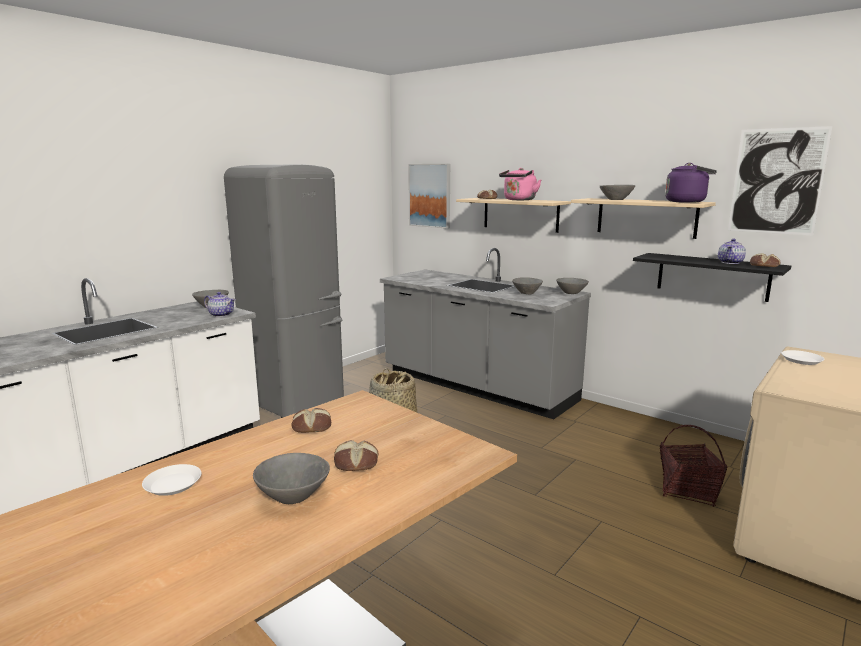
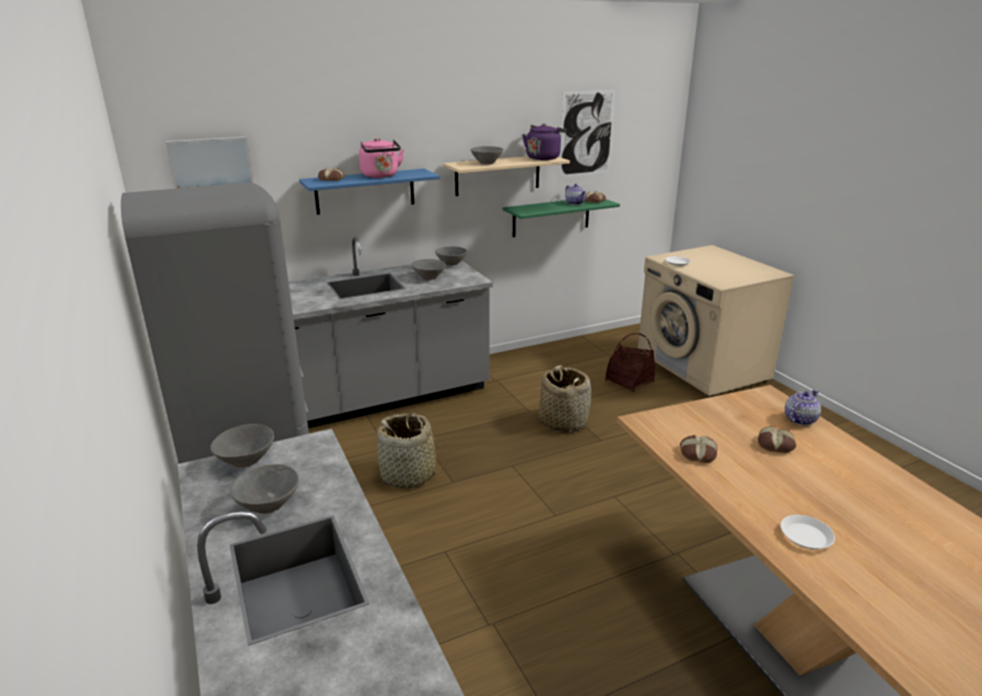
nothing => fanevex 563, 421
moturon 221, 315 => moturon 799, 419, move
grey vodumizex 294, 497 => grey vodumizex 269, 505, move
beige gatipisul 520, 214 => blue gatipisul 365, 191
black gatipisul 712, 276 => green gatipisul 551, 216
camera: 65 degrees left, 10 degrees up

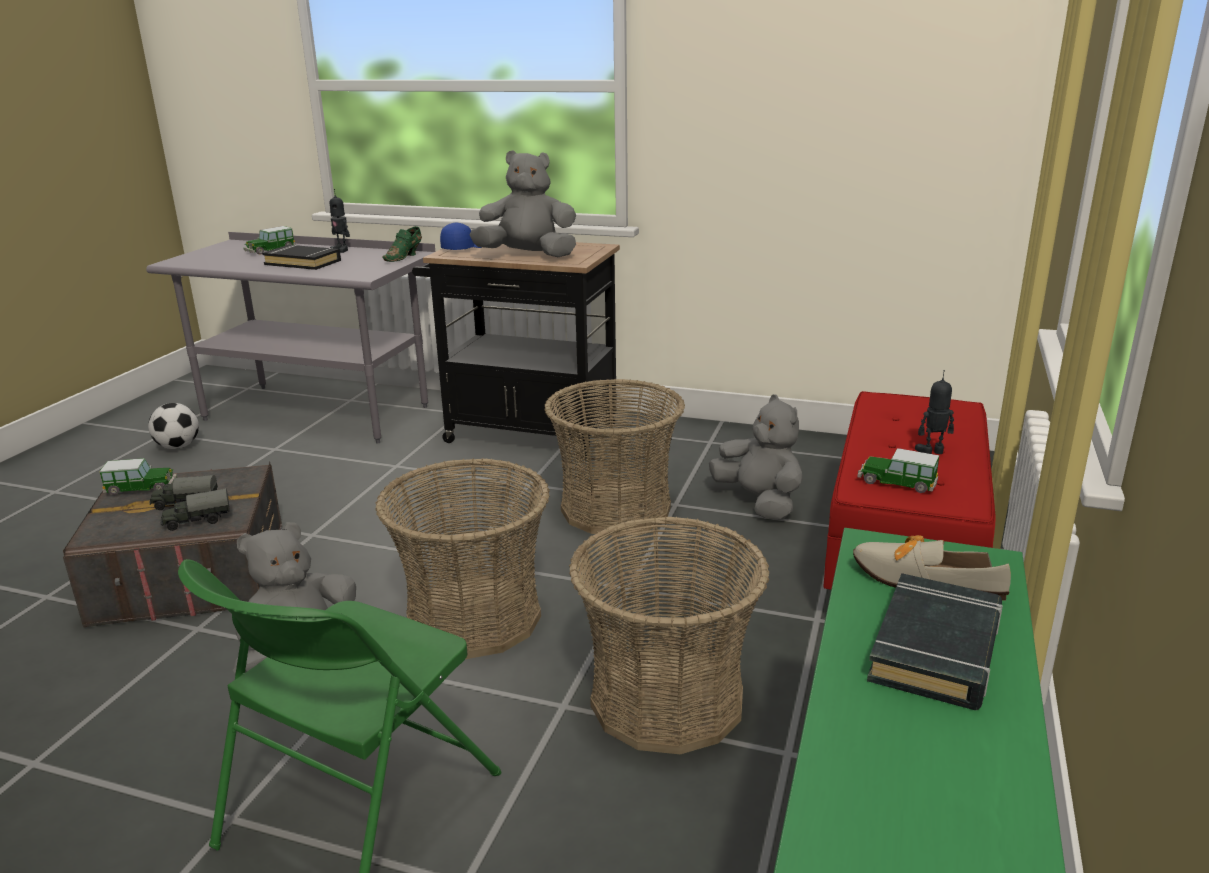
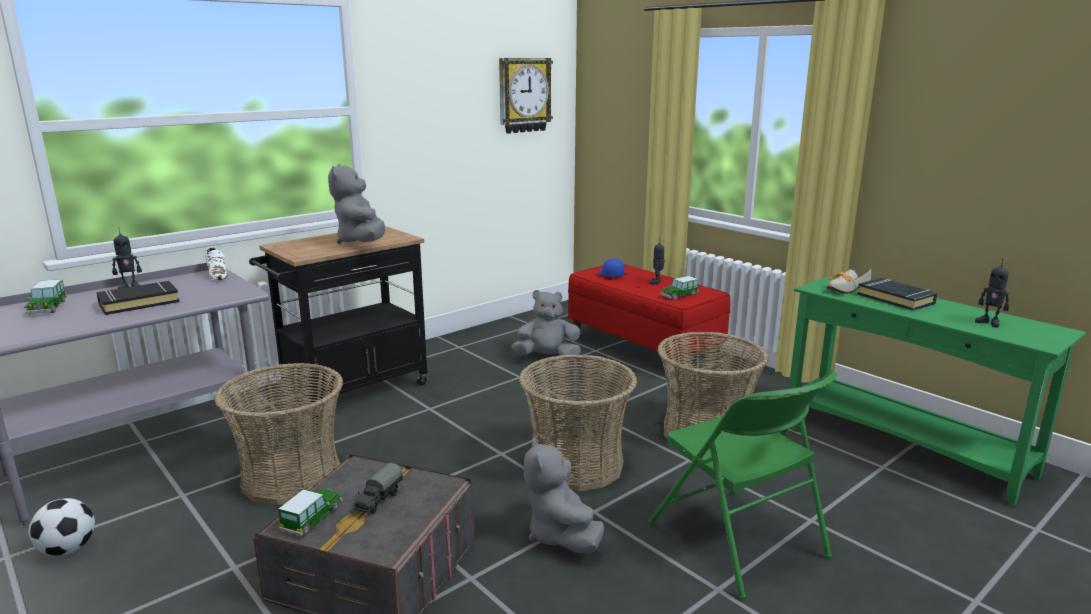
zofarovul 197, 521 => nothing
nothing => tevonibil 524, 95
nothing => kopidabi 989, 323
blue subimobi 462, 248 => blue subimobi 610, 275, move
fanevex 616, 508 => fanevex 291, 477, move
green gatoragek 404, 257 => white gatoragek 217, 275
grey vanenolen 528, 256 => grey vanenolen 362, 243, 45 degrees counterclockwise
camera: 60 degrees left, 5 degrees down

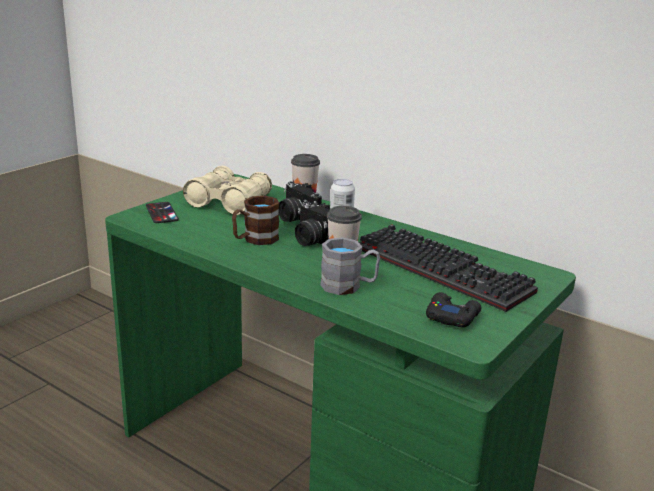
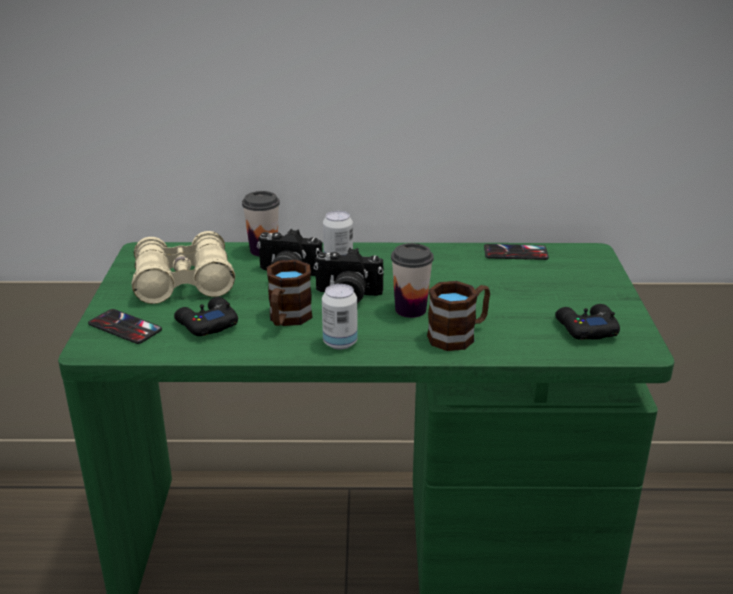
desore 446, 270 => nothing
nothing => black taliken 206, 324
nothing => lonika 340, 343
nothing => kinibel 515, 253
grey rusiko 349, 286 => brown rusiko 459, 335
camera: 35 degrees left, 5 degrees up

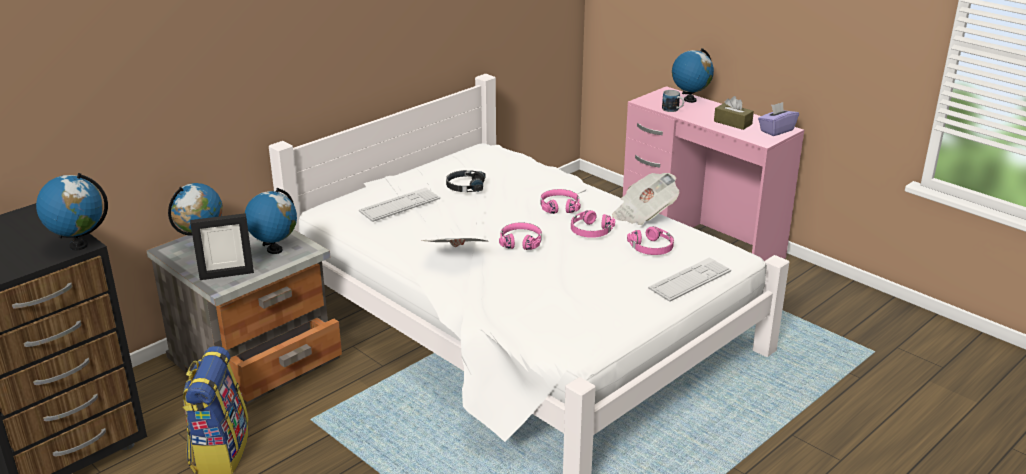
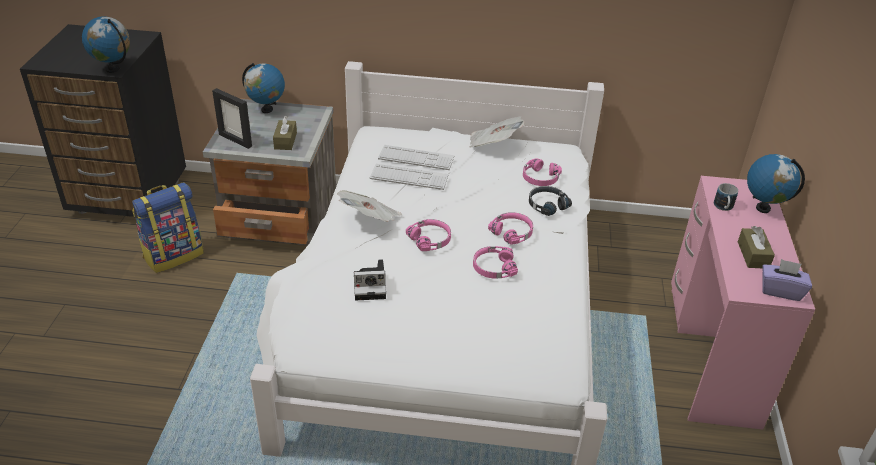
nothing => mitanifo 371, 286
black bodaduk 465, 187 => black bodaduk 547, 205, move
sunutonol 643, 214 => sunutonol 493, 144, move
pink bodaduk 652, 248 => pink bodaduk 540, 178, move
desore 690, 280 => desore 409, 177, move
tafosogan 274, 250 => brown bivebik 285, 141
camera: 50 degrees right, 10 degrees up

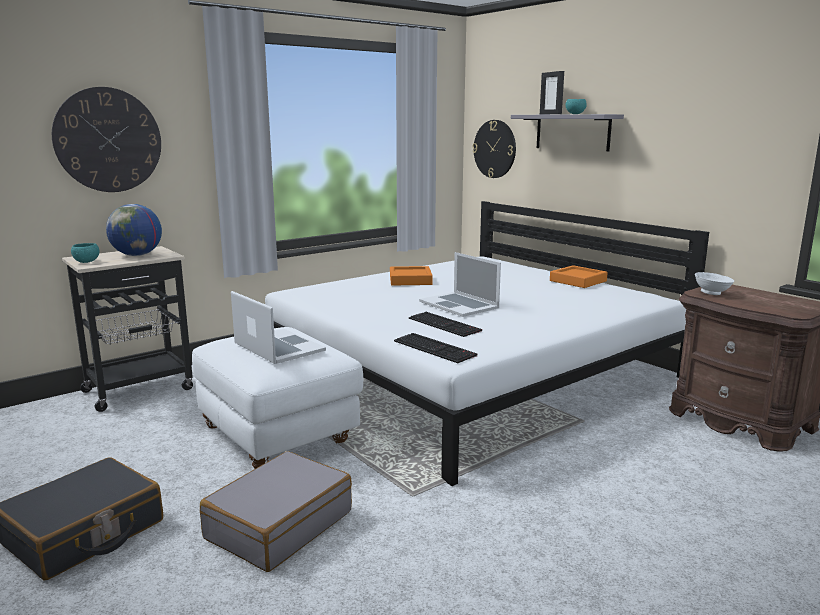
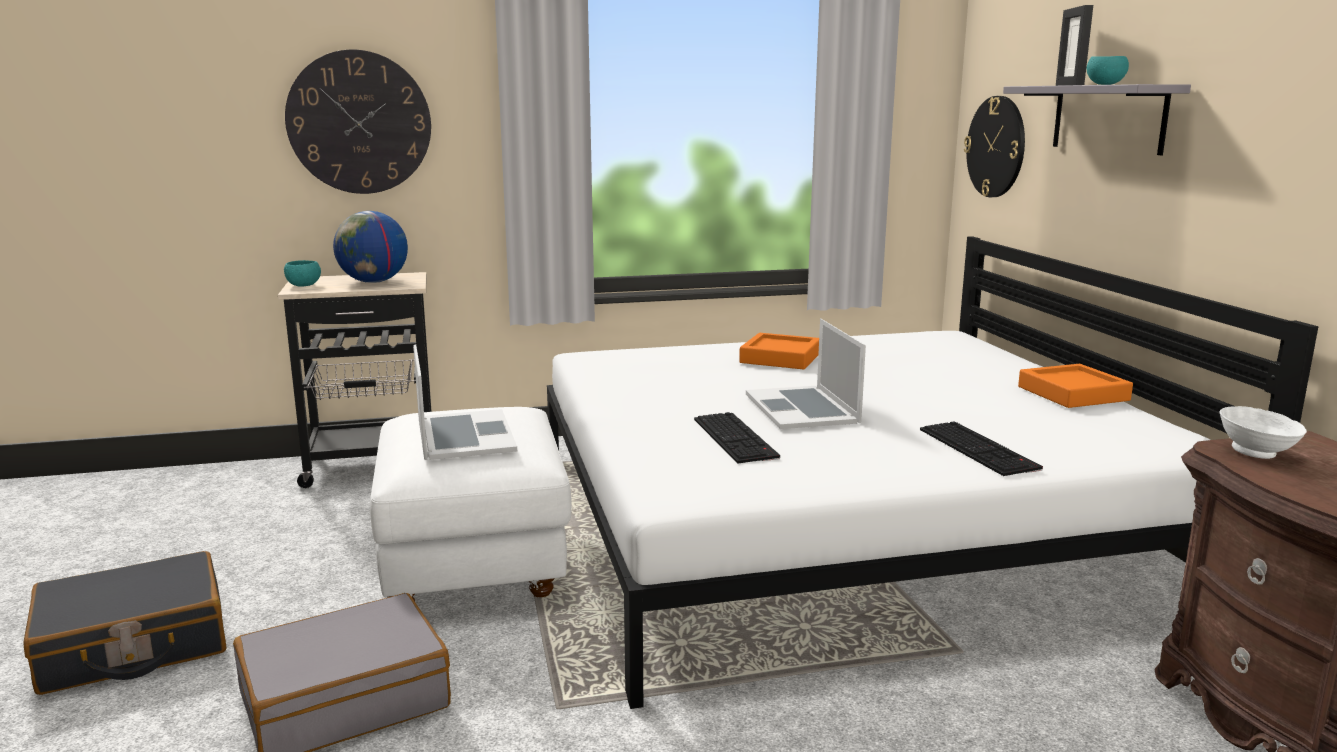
desore 436, 348 => desore 980, 449, move
camera: 25 degrees right, 0 degrees up

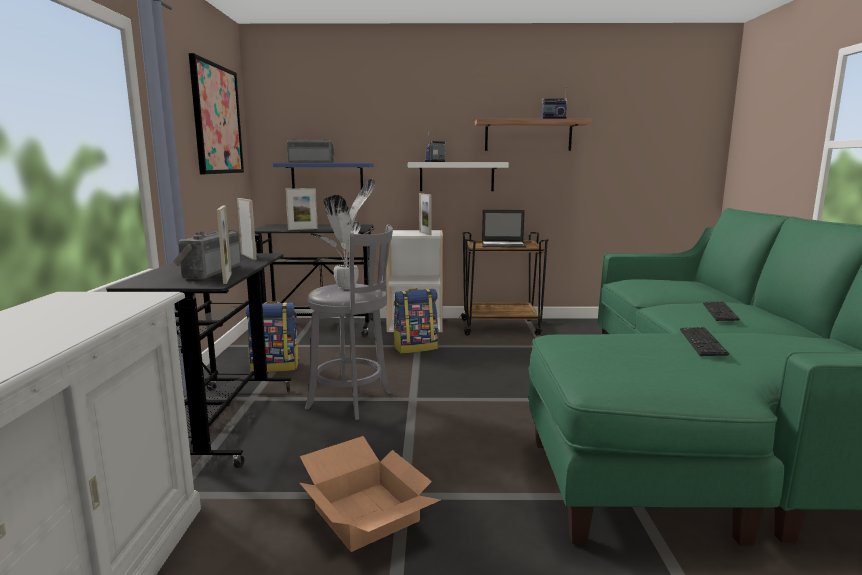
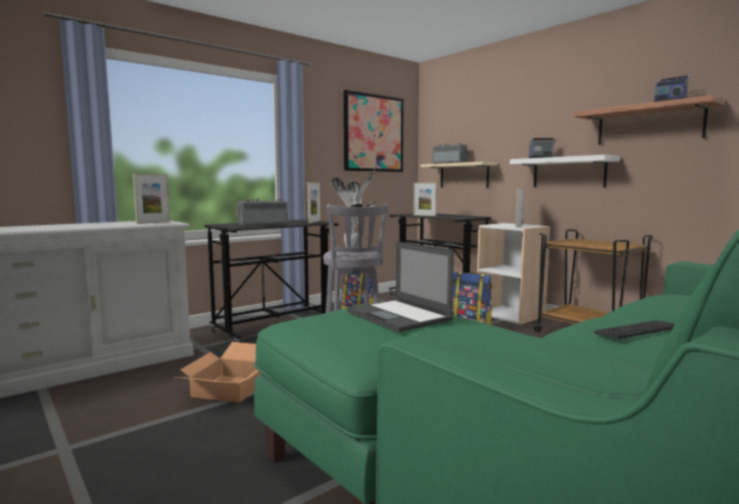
desore 702, 343 => nothing
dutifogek 227, 278 => dutifogek 153, 222, move
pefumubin 504, 245 => pefumubin 399, 316, move
blue gatipisul 327, 177 => beige gatipisul 464, 175
camera: 50 degrees right, 5 degrees down

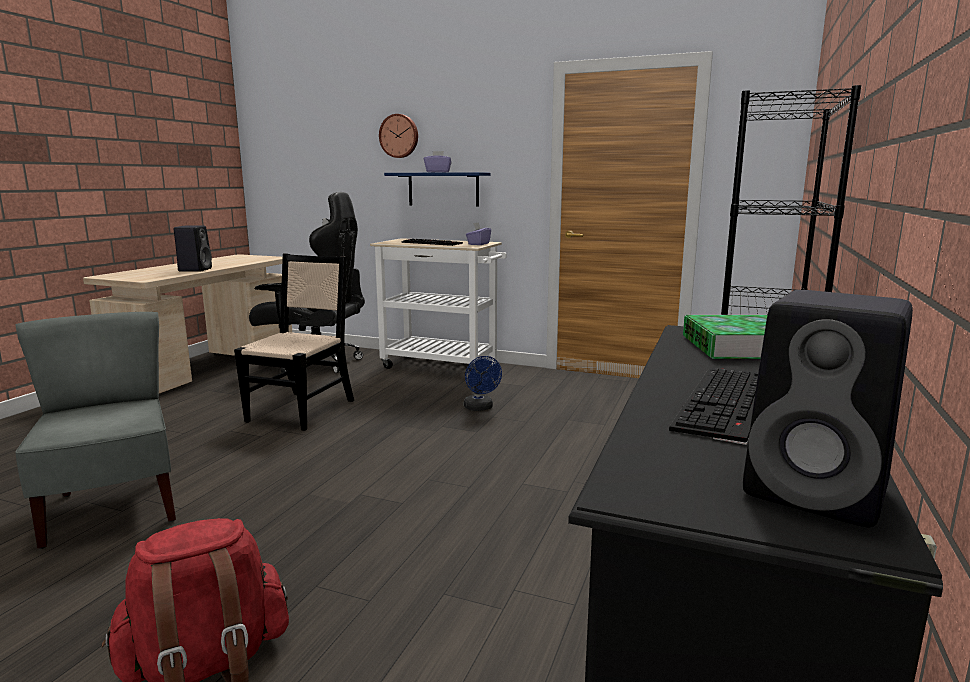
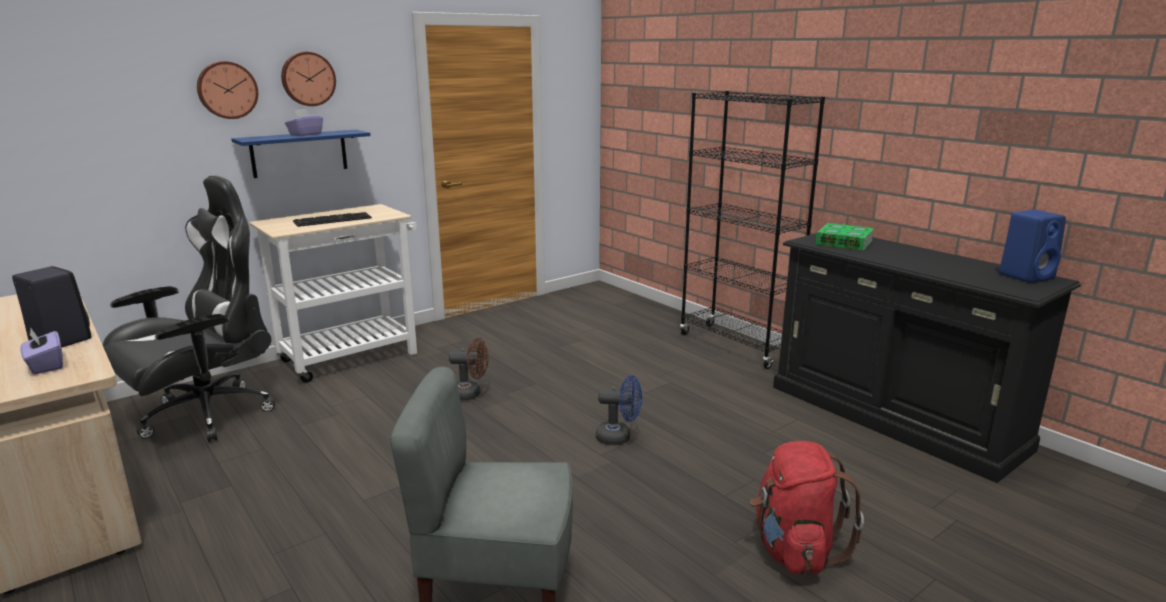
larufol 301, 411 => nothing
desore 727, 404 => nothing
nothing => tevonibil 308, 79
nothing => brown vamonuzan 470, 394
blue vamonuzan 480, 408 => blue vamonuzan 619, 437, move
purple bivebik 478, 244 => purple bivebik 46, 366, move
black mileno 820, 492 => blue mileno 1027, 276
camera: 60 degrees left, 5 degrees up

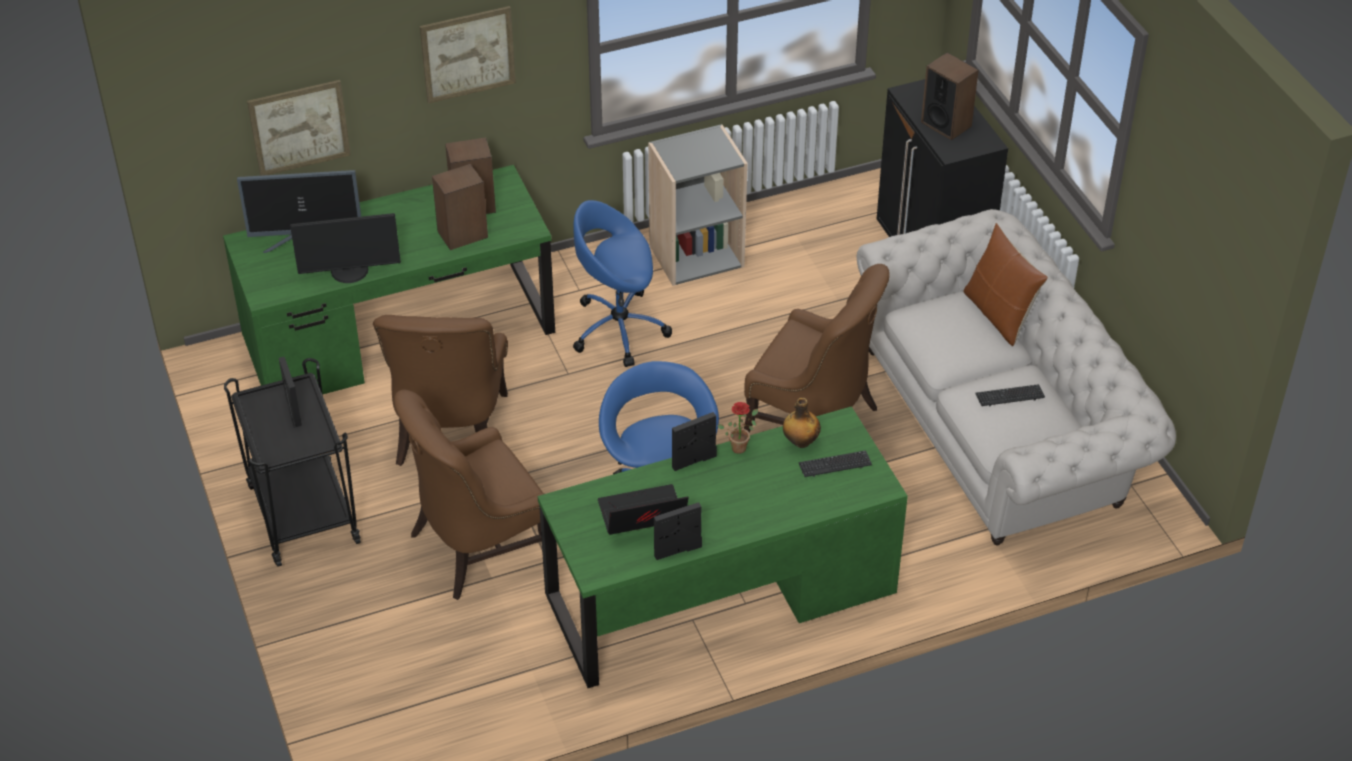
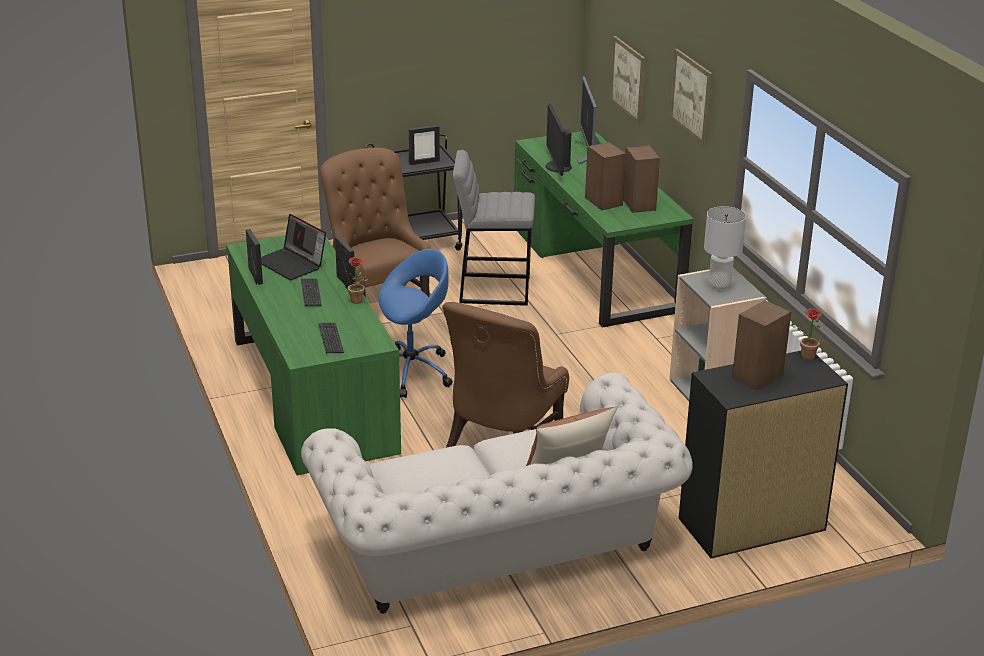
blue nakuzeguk 617, 329 => nothing
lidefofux 800, 441 => nothing
nothing => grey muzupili 719, 286
nothing => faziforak 805, 357
desore 1009, 396 => desore 311, 293, move
brown larufol 450, 430 => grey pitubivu 492, 290
pefumubin 641, 517 => pefumubin 292, 264, 150 degrees clockwise
camera: 90 degrees right, 15 degrees down

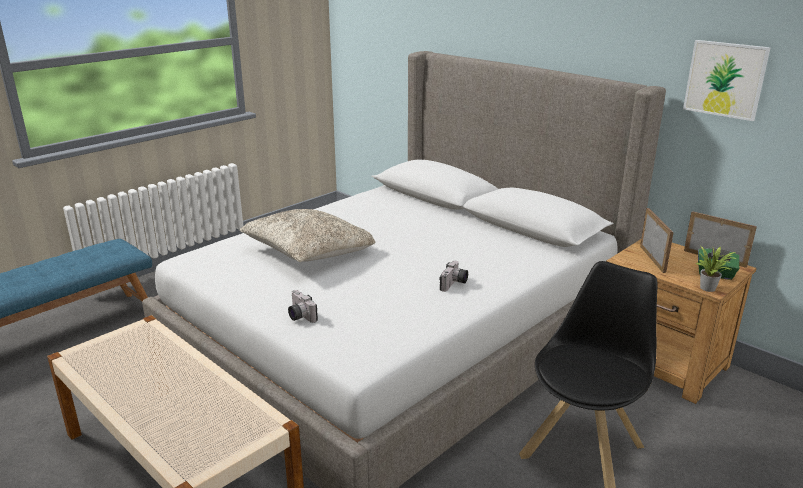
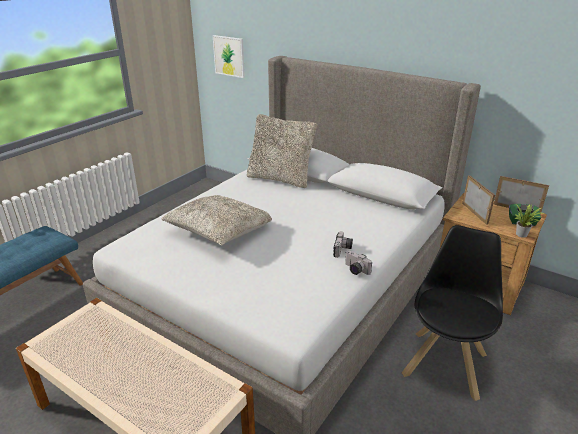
nothing => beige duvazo 281, 177
mitanifo 299, 316 => mitanifo 355, 270, move
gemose 725, 79 => gemose 229, 56, move
camera: 10 degrees left, 5 degrees up

